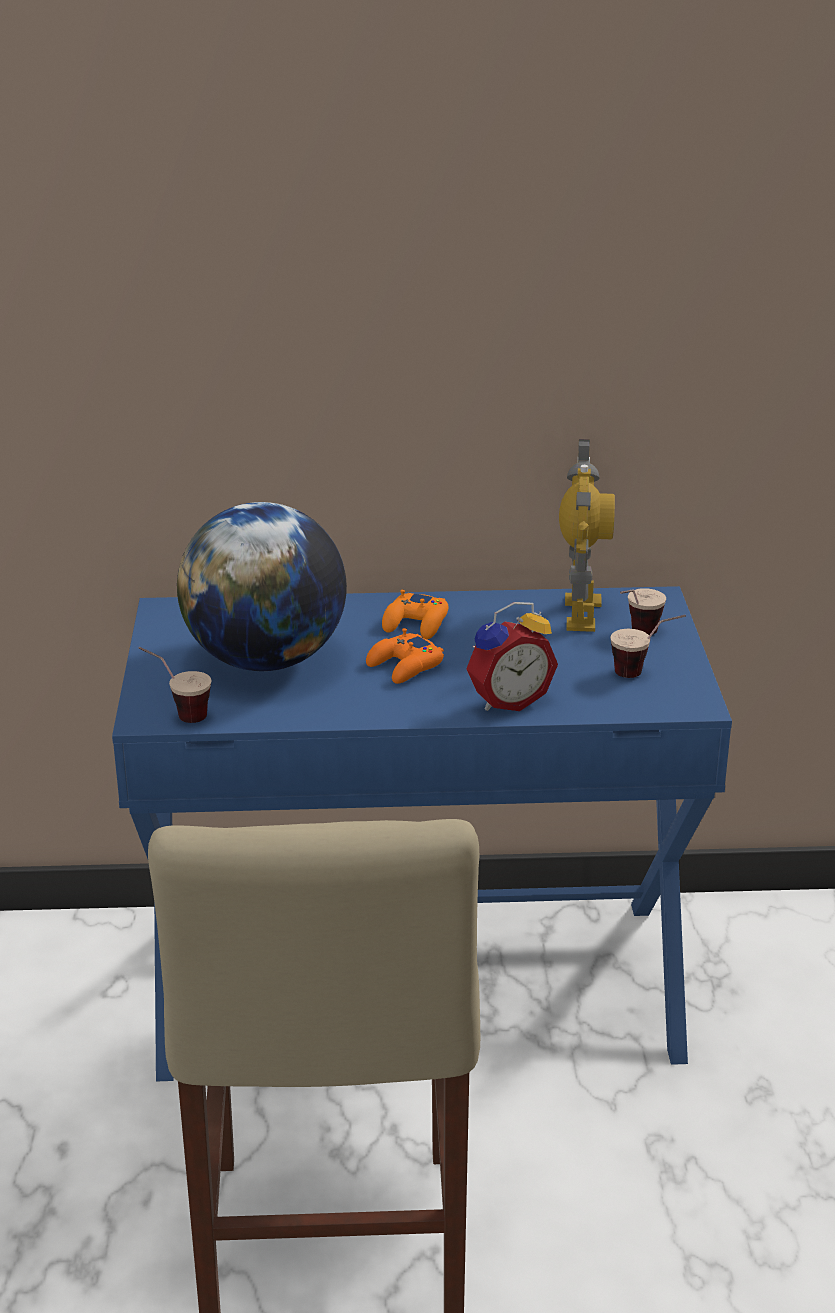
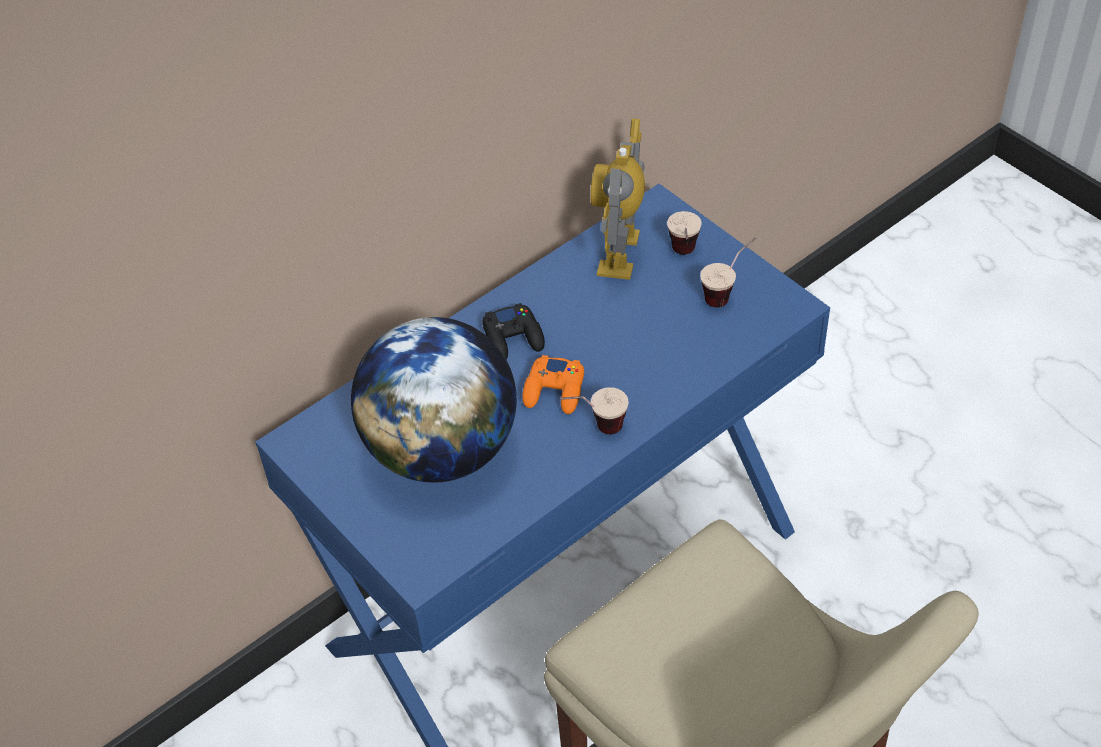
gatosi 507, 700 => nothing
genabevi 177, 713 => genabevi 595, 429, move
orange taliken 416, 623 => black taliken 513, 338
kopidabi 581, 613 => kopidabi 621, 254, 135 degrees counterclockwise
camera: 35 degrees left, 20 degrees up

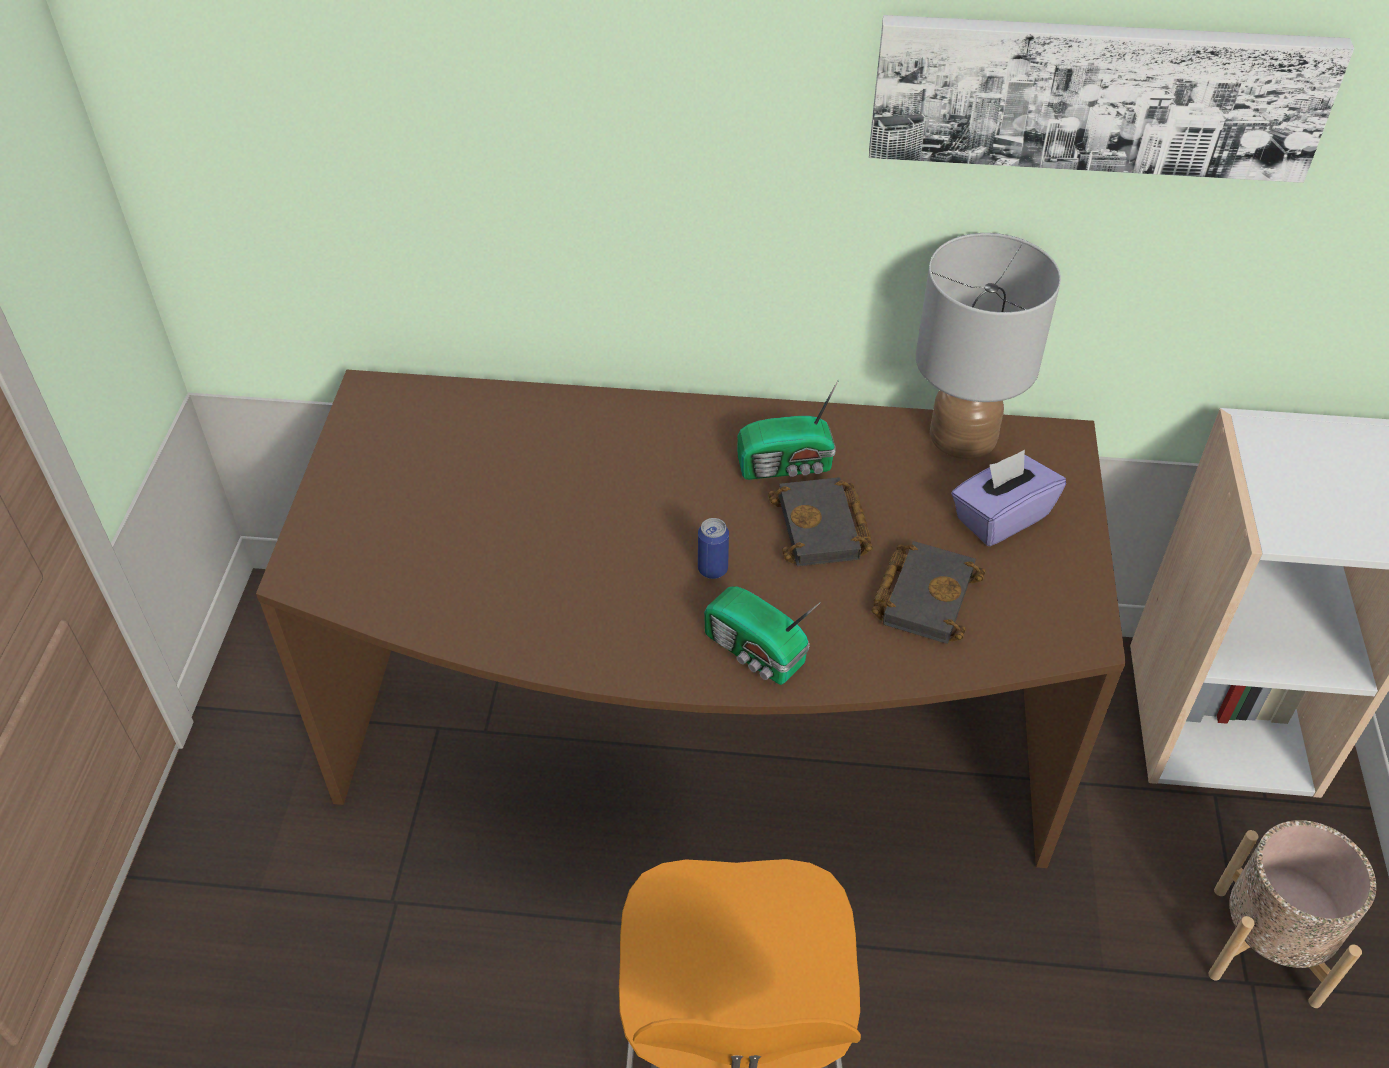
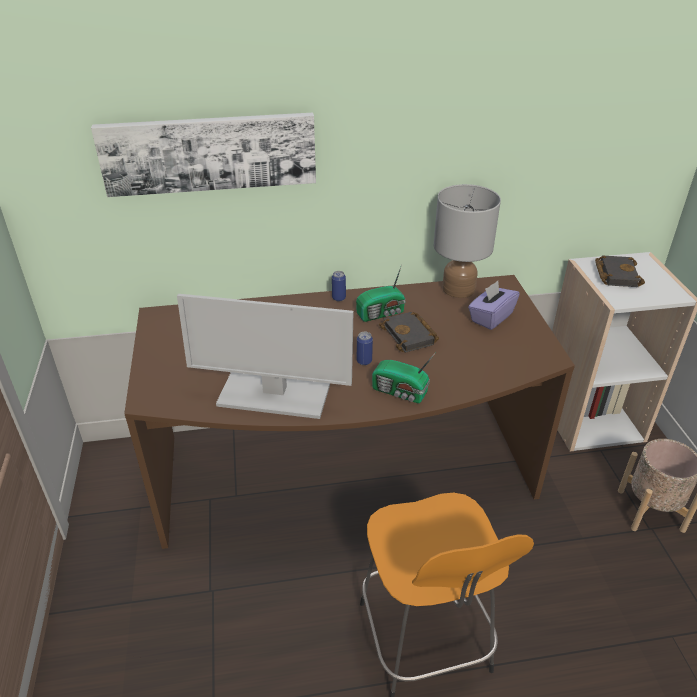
nothing => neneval 273, 396
nothing => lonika 339, 298
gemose 1097, 95 => gemose 209, 153, move
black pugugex 923, 594 => black pugugex 615, 274, move
camera: 15 degrees left, 10 degrees down

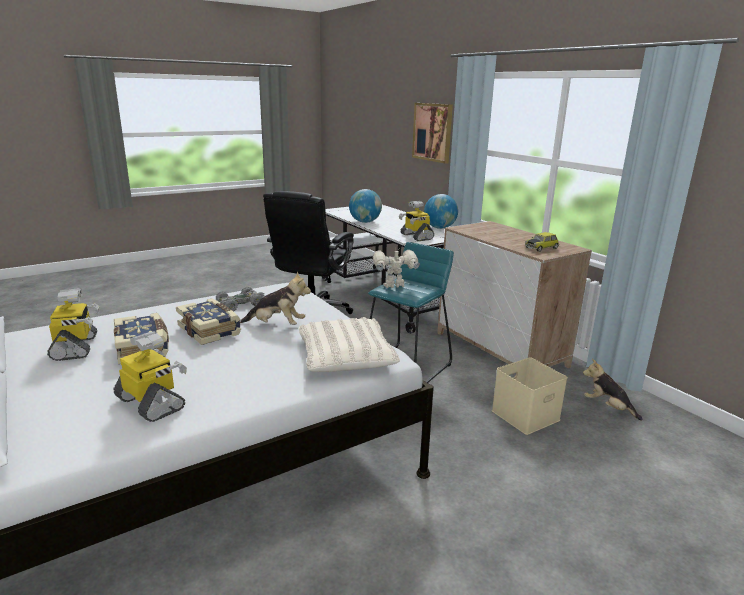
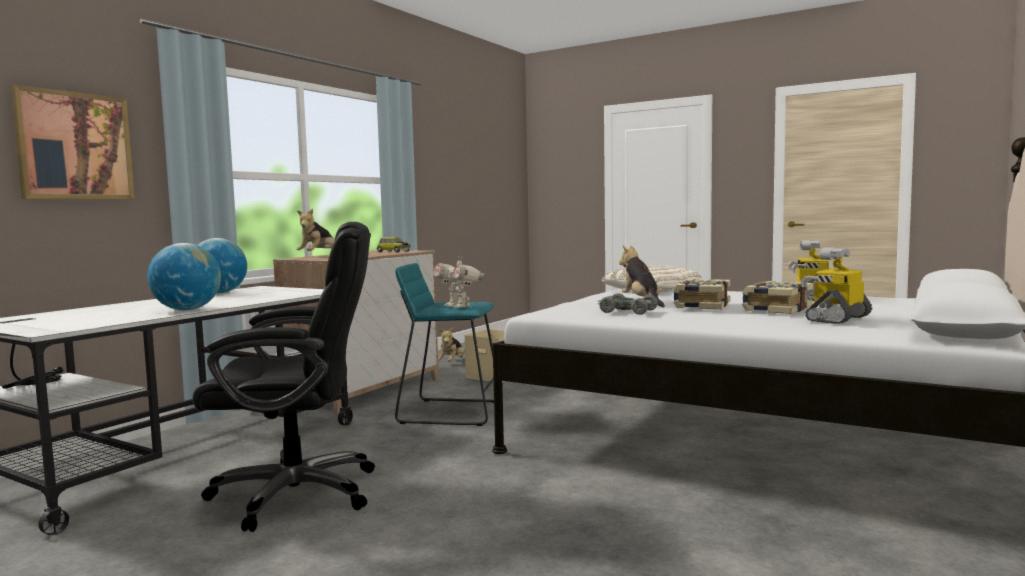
kopidabi 415, 236 => nothing
nothing => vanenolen 318, 256
camera: 115 degrees left, 15 degrees down

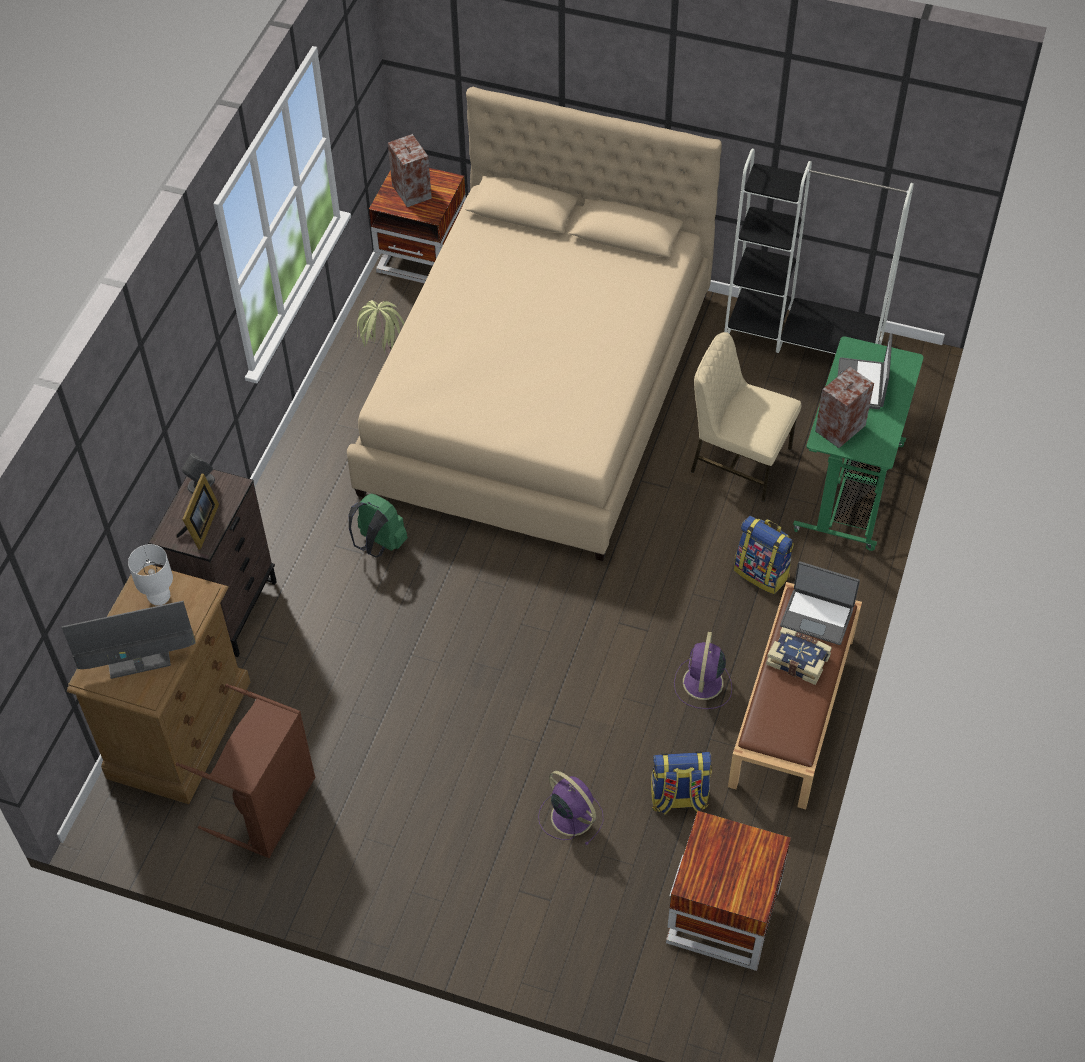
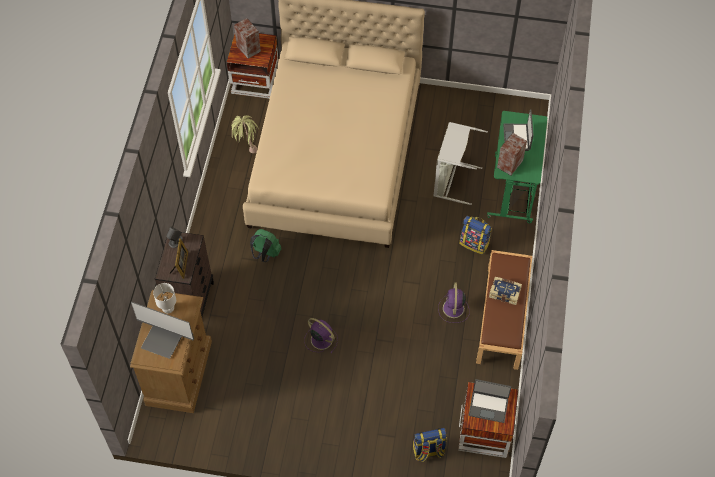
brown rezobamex 268, 808 => nothing
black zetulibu 803, 341 => nothing
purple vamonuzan 570, 815 => purple vamonuzan 320, 339, move
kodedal 678, 798 => kodedal 428, 451, move
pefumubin 817, 616 => pefumubin 488, 406, move
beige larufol 739, 460 => grey rezobamex 451, 180
neneval 137, 650 => neneval 163, 339, 135 degrees counterclockwise
camera: 10 degrees left, 5 degrees up

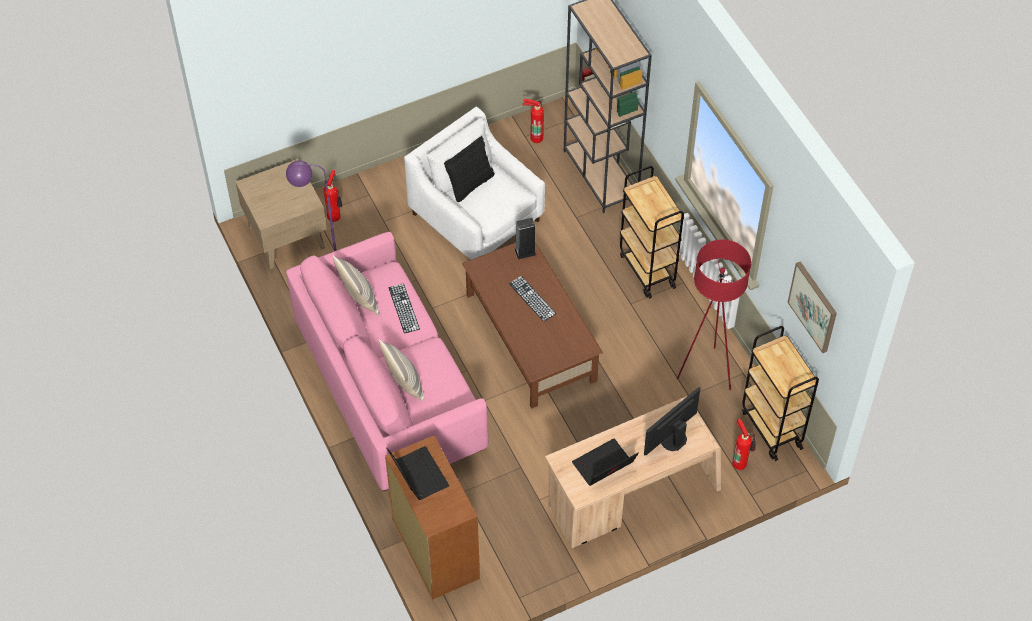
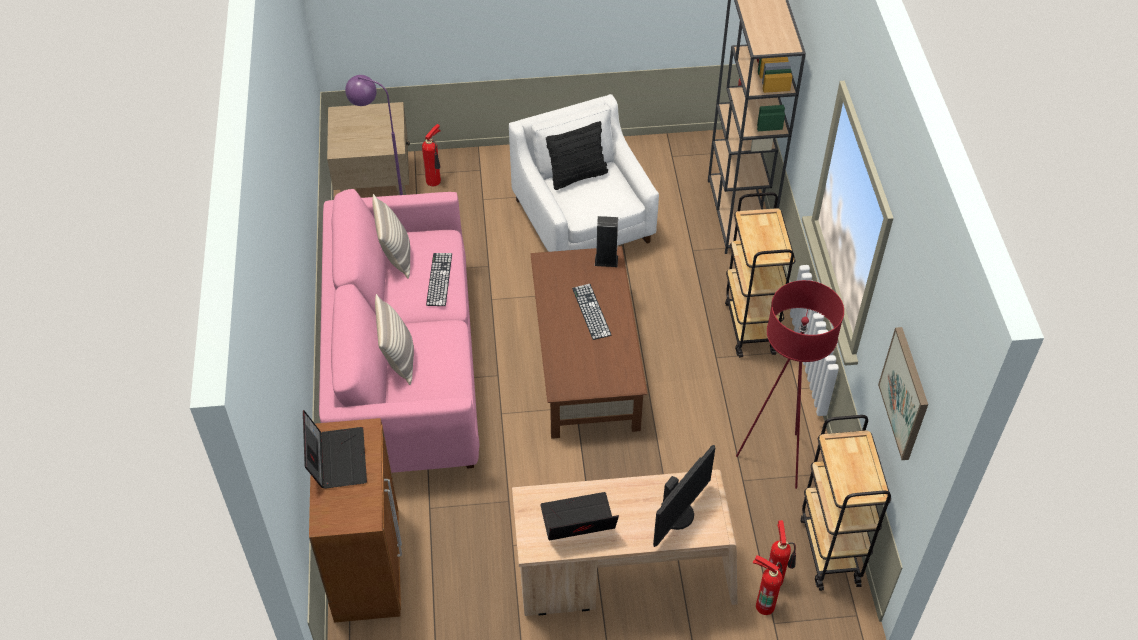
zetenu 536, 137 => zetenu 764, 604, move
neneval 672, 438 => neneval 678, 515, 150 degrees clockwise
camera: 20 degrees right, 5 degrees down

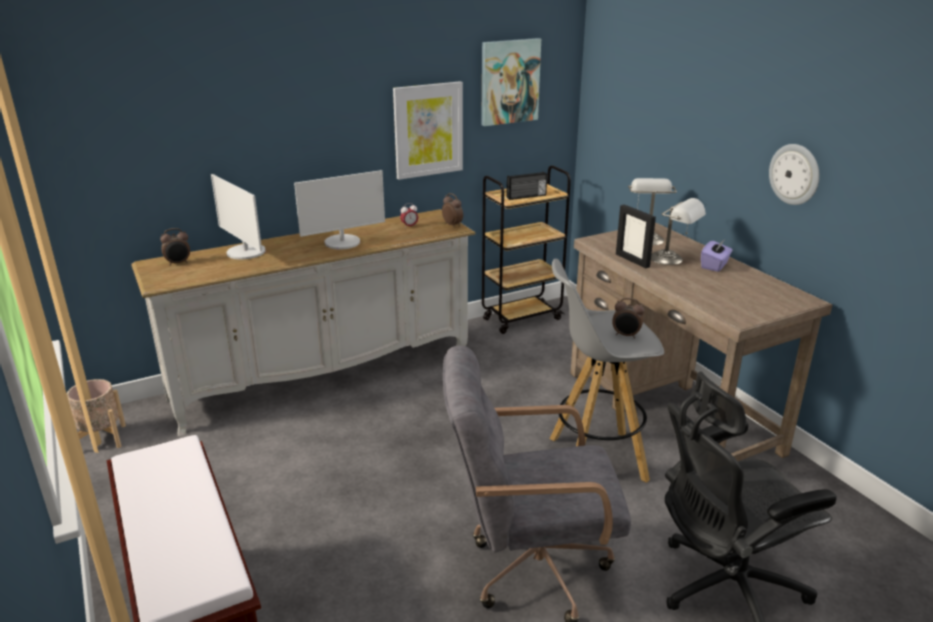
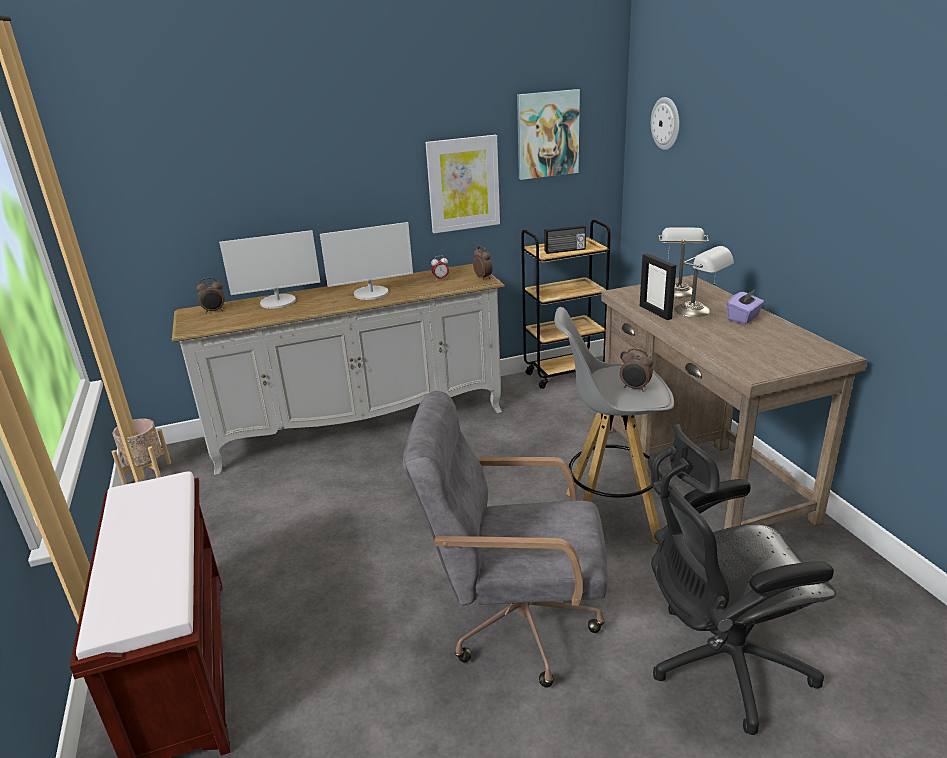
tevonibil 795, 174 => tevonibil 666, 123, move
neneval 245, 252 => neneval 278, 302, 75 degrees counterclockwise
camera: 10 degrees right, 0 degrees up

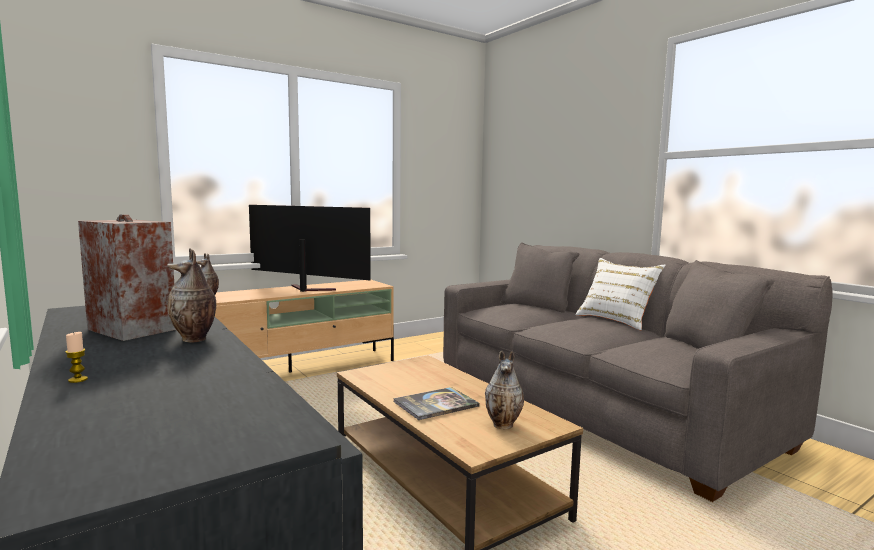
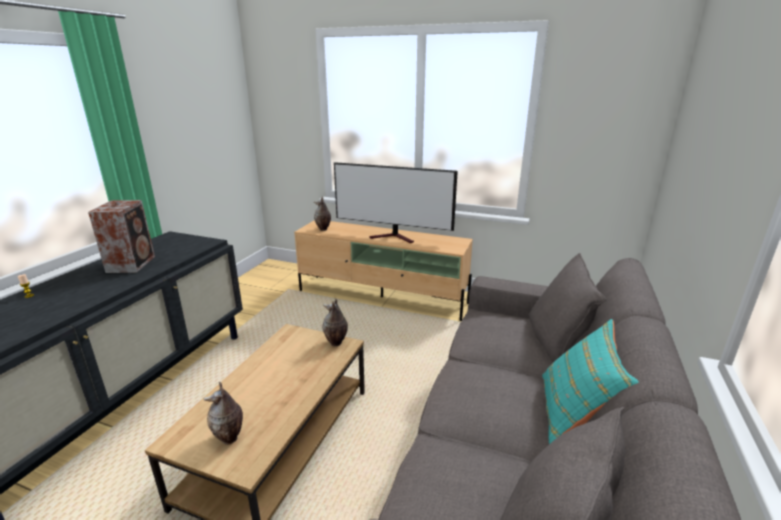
pugugex 436, 404 => nothing
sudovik 195, 339 => sudovik 336, 343, move
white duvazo 617, 320 => turquoise duvazo 574, 413
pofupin 306, 289 => pofupin 394, 237, 120 degrees clockwise
camera: 55 degrees right, 15 degrees up

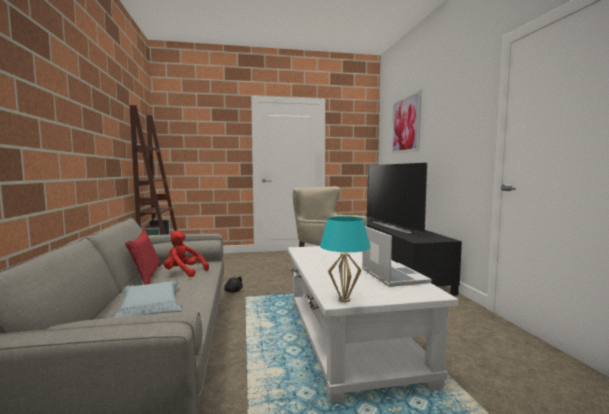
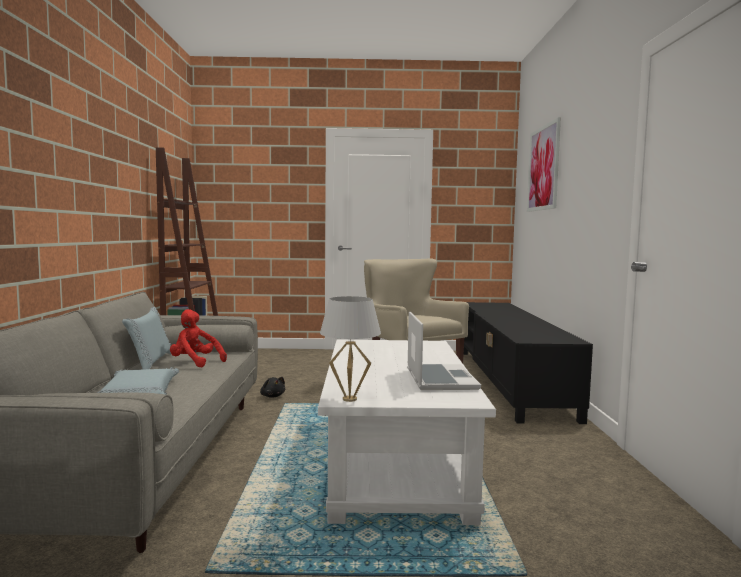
pofupin 395, 226 => nothing
red duvazo 146, 275 => blue duvazo 151, 362
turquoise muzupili 344, 300 => white muzupili 349, 399
camera: 10 degrees right, 0 degrees up

